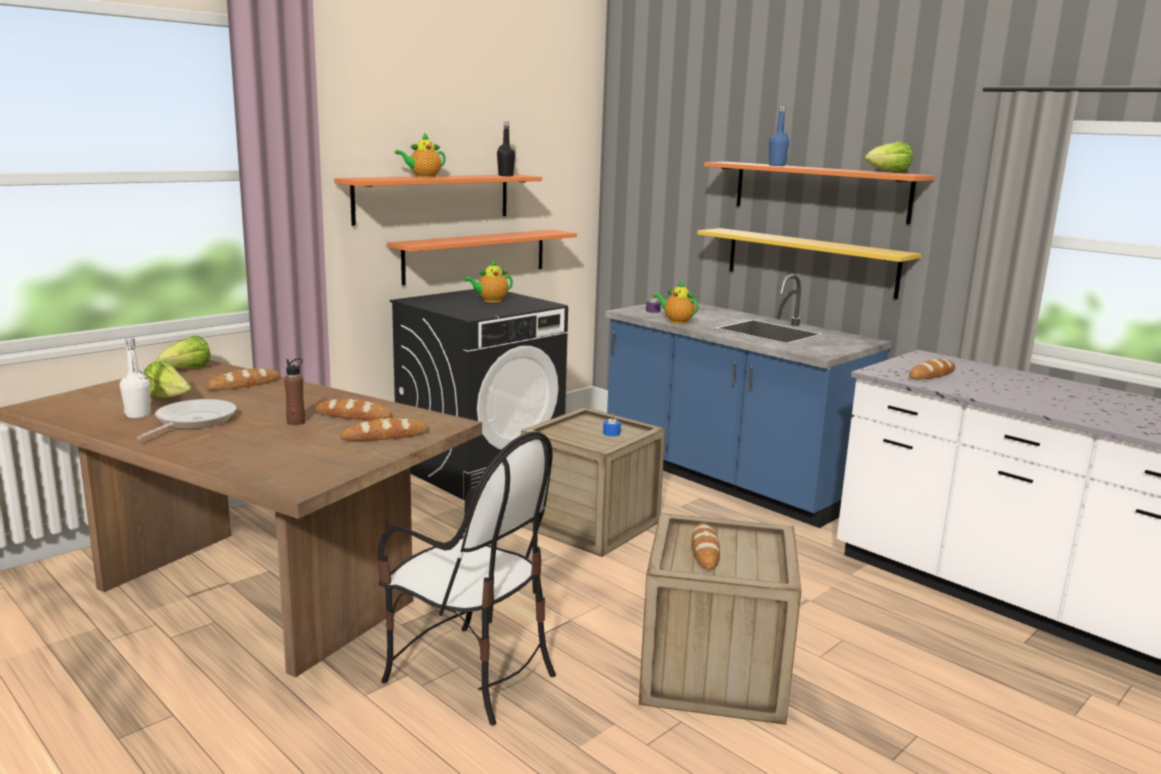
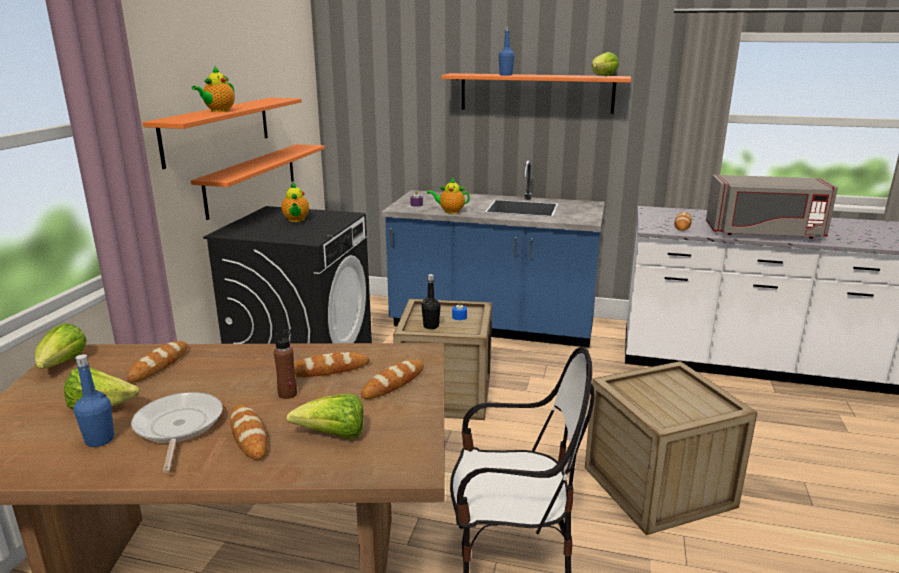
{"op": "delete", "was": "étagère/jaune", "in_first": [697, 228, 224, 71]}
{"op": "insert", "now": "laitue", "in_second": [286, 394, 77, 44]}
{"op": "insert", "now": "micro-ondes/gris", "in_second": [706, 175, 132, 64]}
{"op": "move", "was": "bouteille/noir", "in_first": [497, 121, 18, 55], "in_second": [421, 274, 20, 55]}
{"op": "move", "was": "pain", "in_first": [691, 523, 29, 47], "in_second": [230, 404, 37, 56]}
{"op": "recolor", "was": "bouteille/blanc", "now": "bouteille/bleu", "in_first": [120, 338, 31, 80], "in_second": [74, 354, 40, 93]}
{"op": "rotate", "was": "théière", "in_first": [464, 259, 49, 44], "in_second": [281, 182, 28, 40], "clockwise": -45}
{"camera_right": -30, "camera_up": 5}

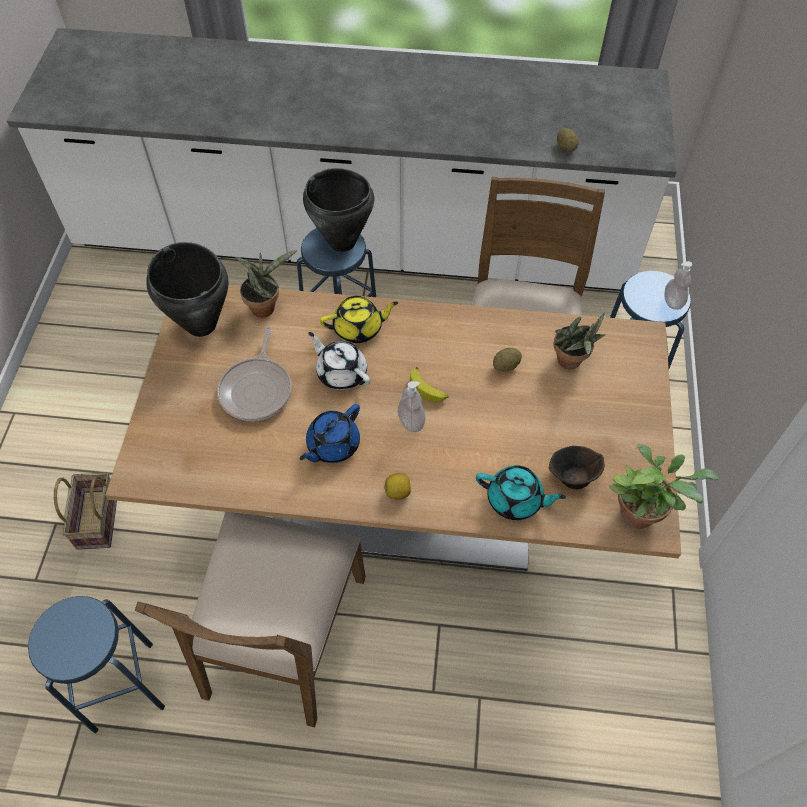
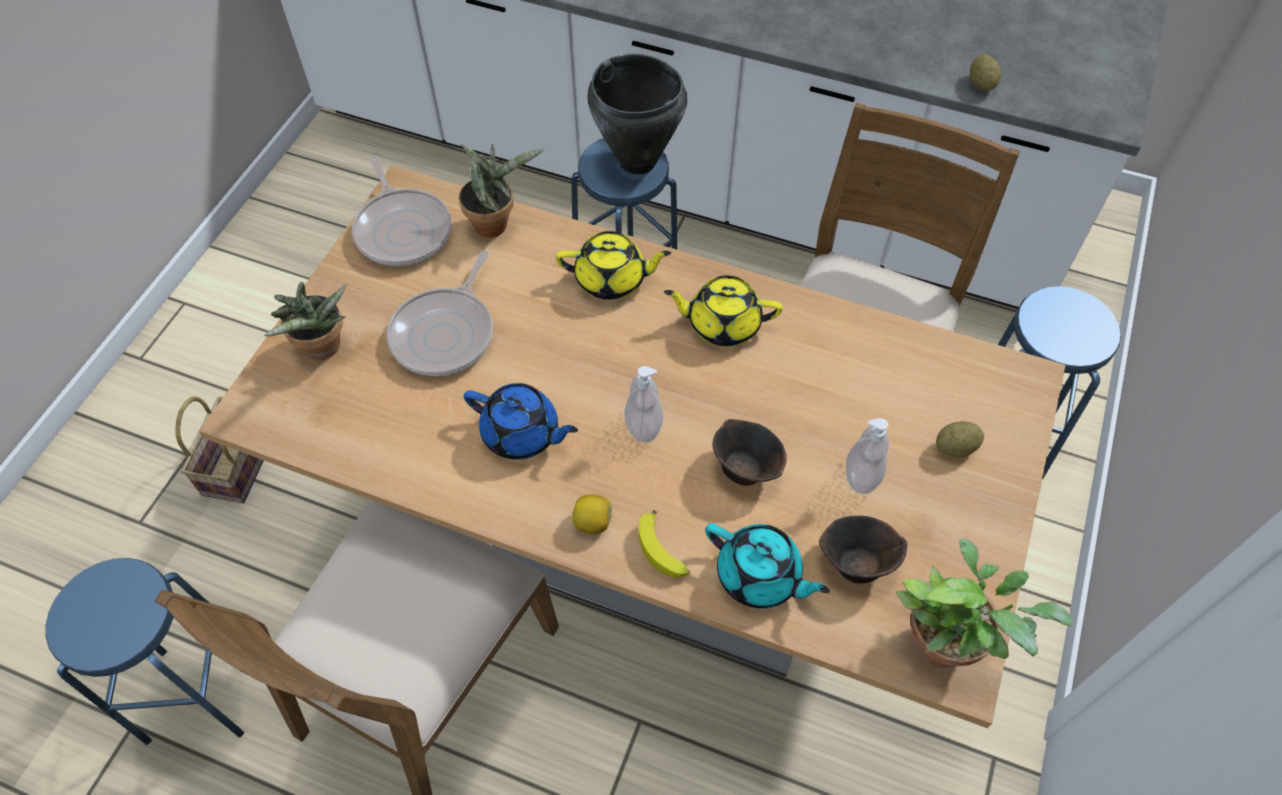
{"op": "delete", "was": "théière/blanc", "in_first": [308, 332, 62, 58]}
{"op": "insert", "now": "théière/jaune", "in_second": [664, 276, 119, 70]}
{"op": "insert", "now": "bol/marron", "in_second": [713, 419, 74, 67]}
{"op": "move", "was": "banane", "in_first": [410, 367, 39, 35], "in_second": [639, 510, 51, 68]}
{"op": "move", "was": "pomme de terre", "in_first": [493, 348, 29, 23], "in_second": [936, 421, 48, 36]}
{"op": "move", "was": "plante en pot", "in_first": [553, 313, 53, 56], "in_second": [263, 282, 83, 77]}
{"op": "move", "was": "distributeur de savon", "in_first": [664, 261, 28, 49], "in_second": [846, 418, 43, 76]}
{"op": "replace", "was": "marmite/noir", "now": "poêle", "in_first": [146, 242, 83, 95], "in_second": [352, 156, 99, 110]}
{"op": "rotate", "was": "théière/bleu", "in_first": [299, 404, 61, 59], "in_second": [464, 383, 114, 77], "clockwise": -120}
{"camera_right": 15, "camera_up": 0}

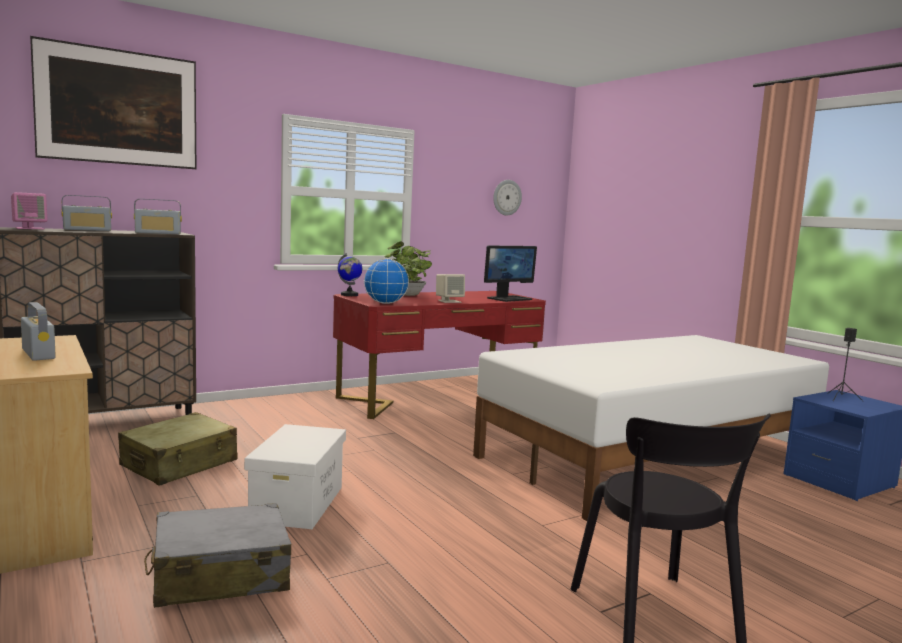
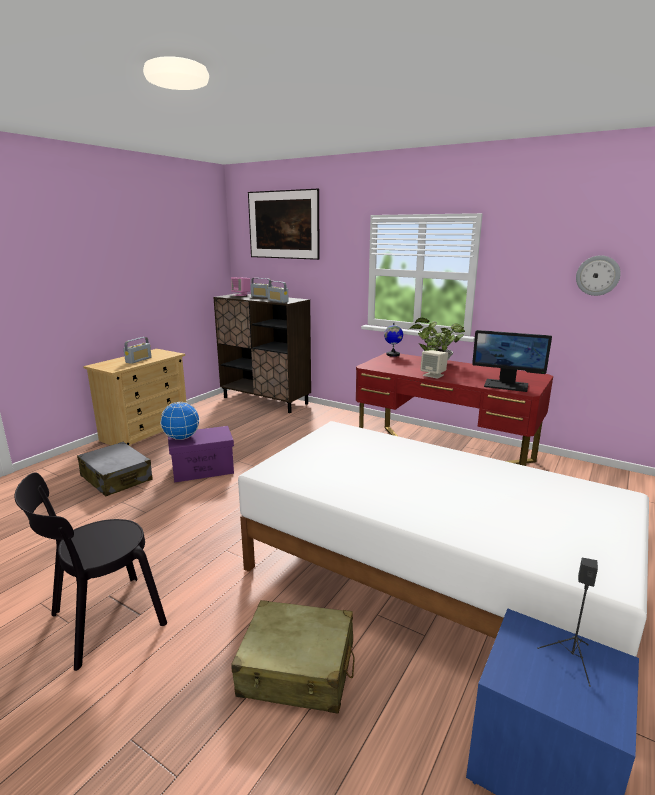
{"op": "move", "was": "valise/beige", "in_first": [118, 412, 119, 74], "in_second": [231, 600, 124, 114]}
{"op": "move", "was": "globe", "in_first": [364, 259, 45, 45], "in_second": [160, 402, 40, 38]}
{"op": "recolor", "was": "boîte de rangement/blanc", "now": "boîte de rangement/violet", "in_first": [244, 424, 102, 105], "in_second": [168, 426, 66, 56]}
{"camera_right": 65, "camera_up": 10}

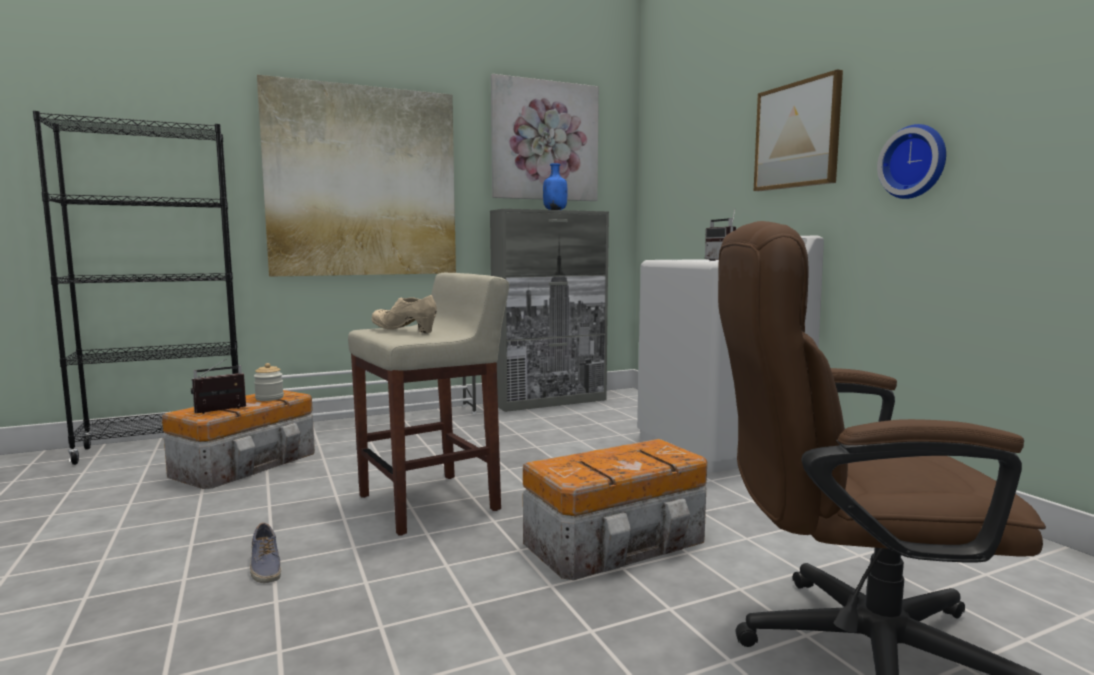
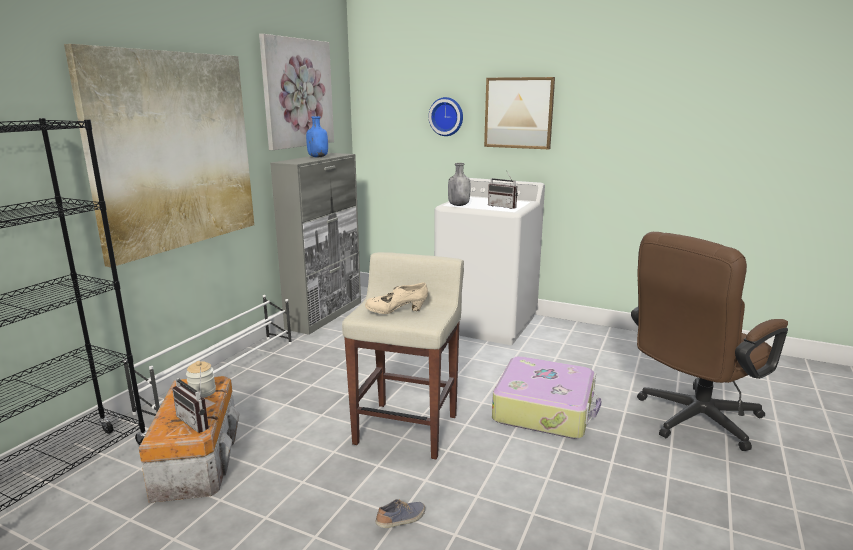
{"op": "insert", "now": "bouteille/gris", "in_second": [448, 163, 22, 43]}
{"op": "move", "was": "horloge murale", "in_first": [877, 124, 69, 75], "in_second": [429, 97, 34, 39]}
{"op": "replace", "was": "boîte de rangement", "now": "valise", "in_first": [523, 439, 184, 141], "in_second": [492, 356, 110, 83]}
{"op": "rotate", "was": "radio", "in_first": [191, 358, 55, 56], "in_second": [172, 367, 37, 66], "clockwise": -60}
{"op": "rotate", "was": "chaussure", "in_first": [250, 523, 31, 60], "in_second": [375, 499, 50, 29], "clockwise": -60}
{"camera_right": -40, "camera_up": 10}

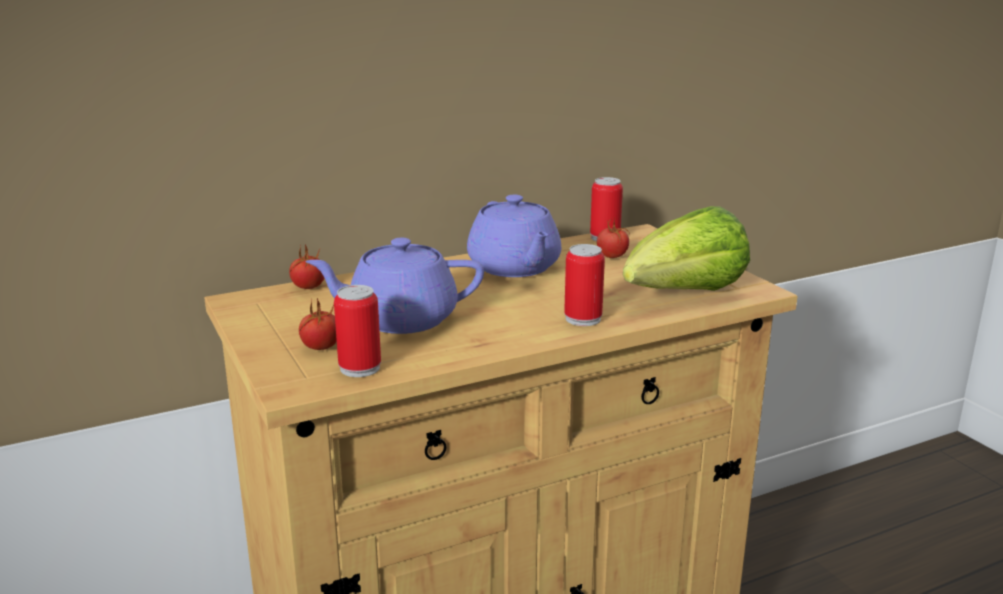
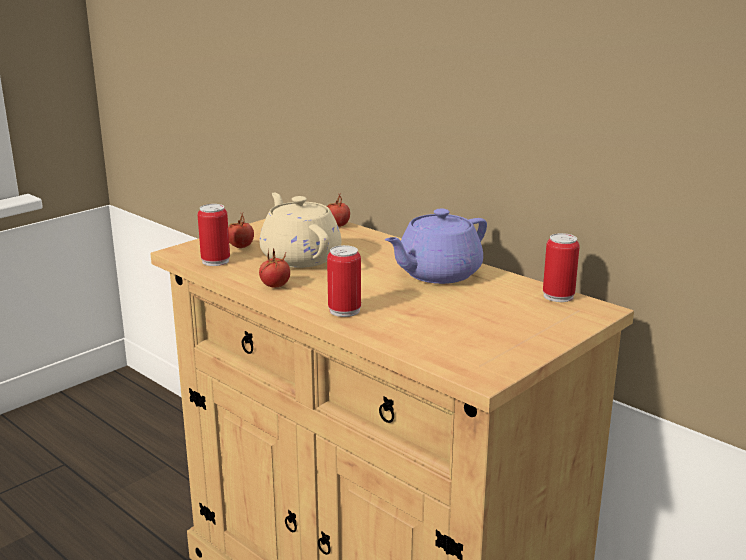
{"op": "delete", "was": "laitue", "in_first": [623, 206, 127, 85]}
{"op": "move", "was": "tomate", "in_first": [597, 218, 33, 40], "in_second": [259, 248, 31, 39]}
{"op": "recolor", "was": "théière/violet", "now": "théière/beige", "in_first": [305, 238, 179, 96], "in_second": [259, 193, 83, 75]}
{"camera_right": 70, "camera_up": 0}

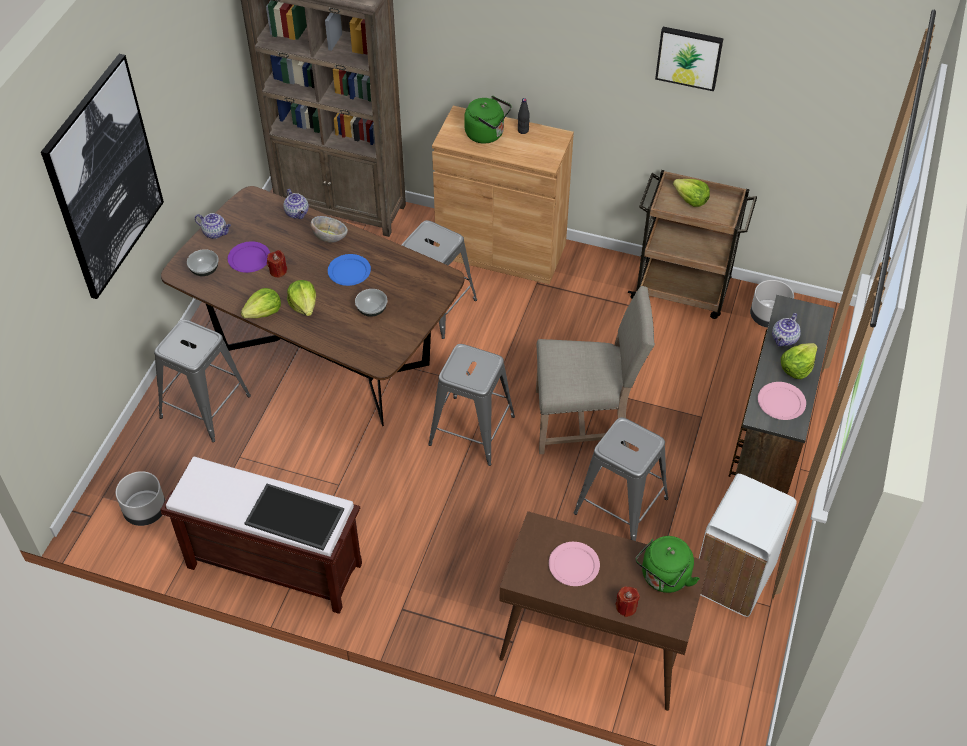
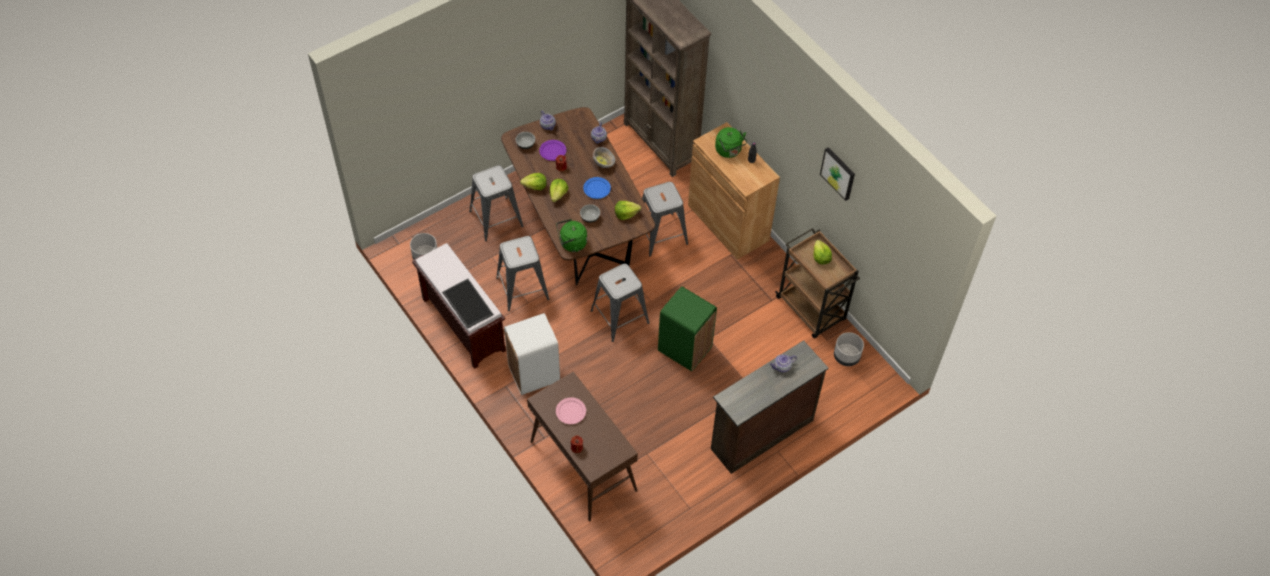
{"op": "delete", "was": "tableau", "in_first": [41, 54, 123, 245]}
{"op": "delete", "was": "assiette/rose", "in_first": [758, 382, 48, 38]}
{"op": "move", "was": "tabouret/gris", "in_first": [574, 417, 94, 124], "in_second": [496, 236, 53, 75]}
{"op": "move", "was": "bouilloire/vert", "in_first": [636, 536, 64, 57], "in_second": [556, 219, 31, 33]}
{"op": "move", "was": "poubelle/blanc", "in_first": [699, 474, 98, 143], "in_second": [504, 313, 56, 82]}
{"op": "move", "was": "laitue", "in_first": [781, 343, 37, 36], "in_second": [615, 201, 26, 19]}
{"op": "replace", "was": "chaise/beige", "now": "poubelle/vert", "in_first": [536, 286, 119, 168], "in_second": [658, 286, 59, 85]}
{"camera_right": 35, "camera_up": 5}

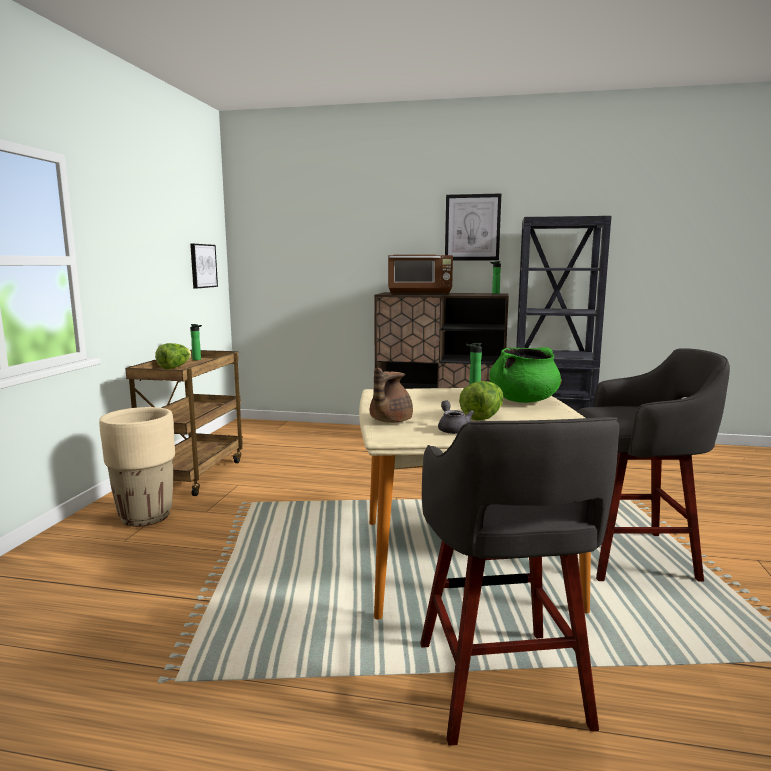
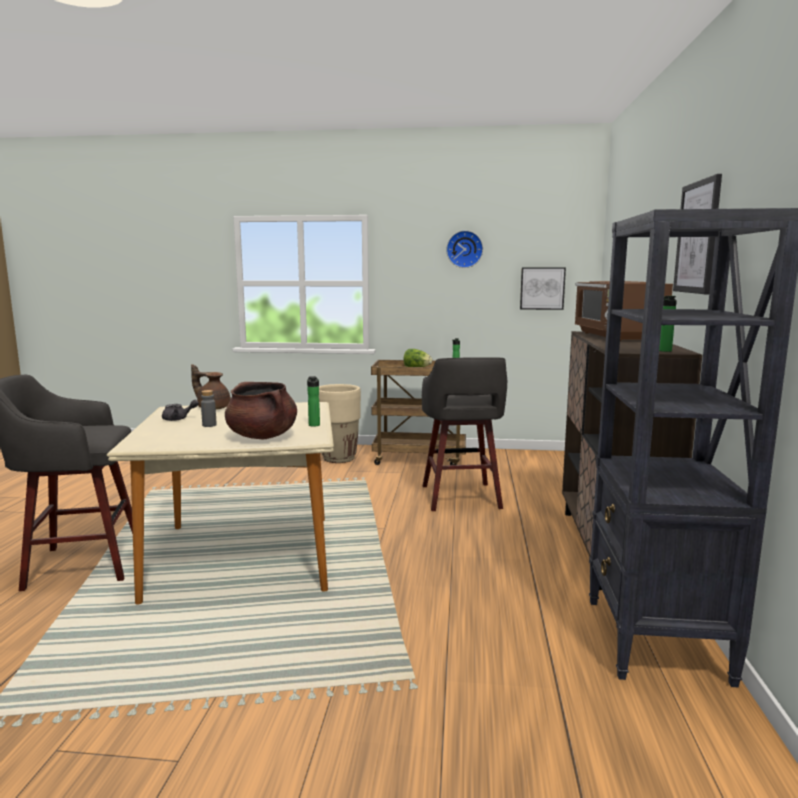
{"op": "insert", "now": "horloge murale", "in_second": [446, 230, 37, 38]}
{"op": "move", "was": "tabouret/gris", "in_first": [577, 348, 153, 233], "in_second": [422, 357, 85, 154]}
{"op": "replace", "was": "laitue", "now": "bouteille/gris", "in_first": [459, 381, 45, 40], "in_second": [201, 390, 16, 37]}
{"op": "recolor", "was": "marmite/vert", "now": "marmite/marron", "in_first": [489, 347, 72, 56], "in_second": [225, 382, 72, 58]}
{"camera_right": 85, "camera_up": 0}

